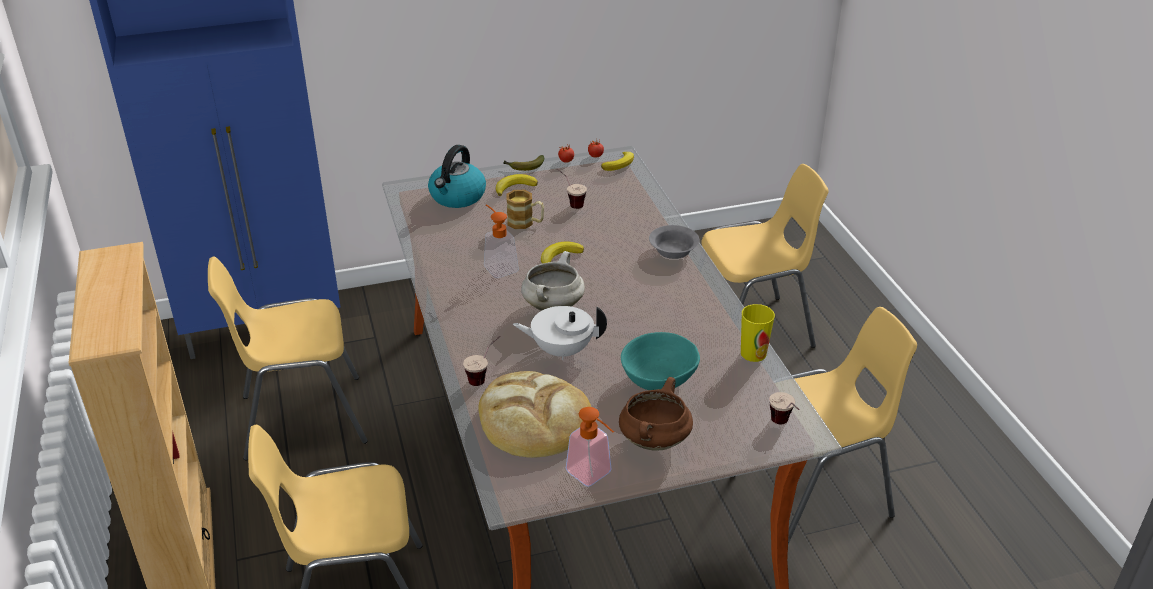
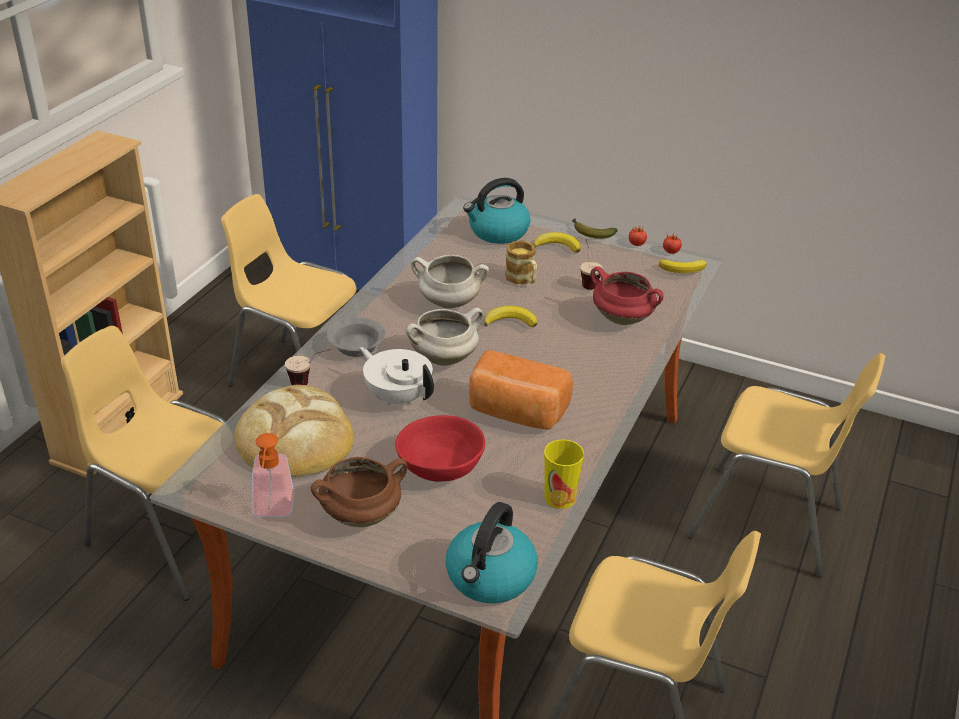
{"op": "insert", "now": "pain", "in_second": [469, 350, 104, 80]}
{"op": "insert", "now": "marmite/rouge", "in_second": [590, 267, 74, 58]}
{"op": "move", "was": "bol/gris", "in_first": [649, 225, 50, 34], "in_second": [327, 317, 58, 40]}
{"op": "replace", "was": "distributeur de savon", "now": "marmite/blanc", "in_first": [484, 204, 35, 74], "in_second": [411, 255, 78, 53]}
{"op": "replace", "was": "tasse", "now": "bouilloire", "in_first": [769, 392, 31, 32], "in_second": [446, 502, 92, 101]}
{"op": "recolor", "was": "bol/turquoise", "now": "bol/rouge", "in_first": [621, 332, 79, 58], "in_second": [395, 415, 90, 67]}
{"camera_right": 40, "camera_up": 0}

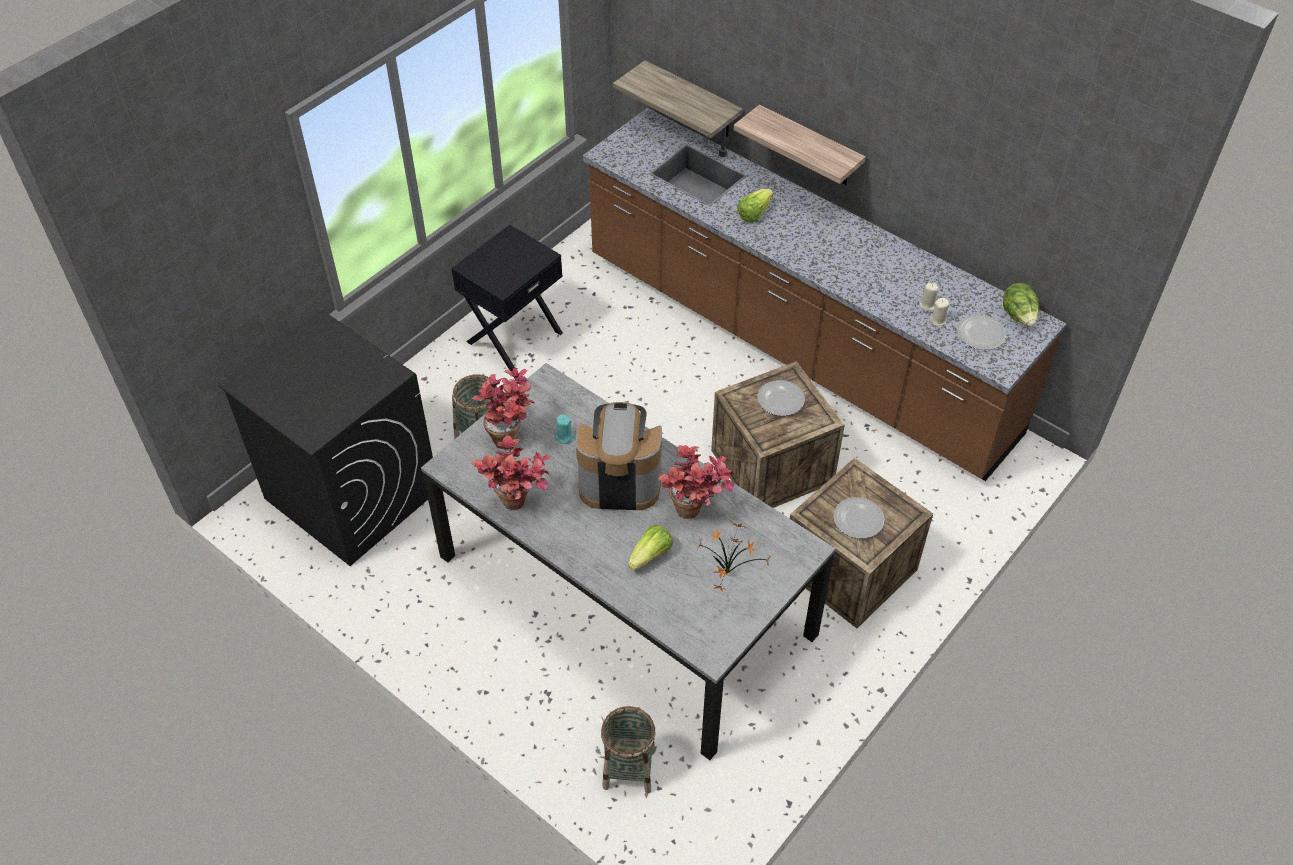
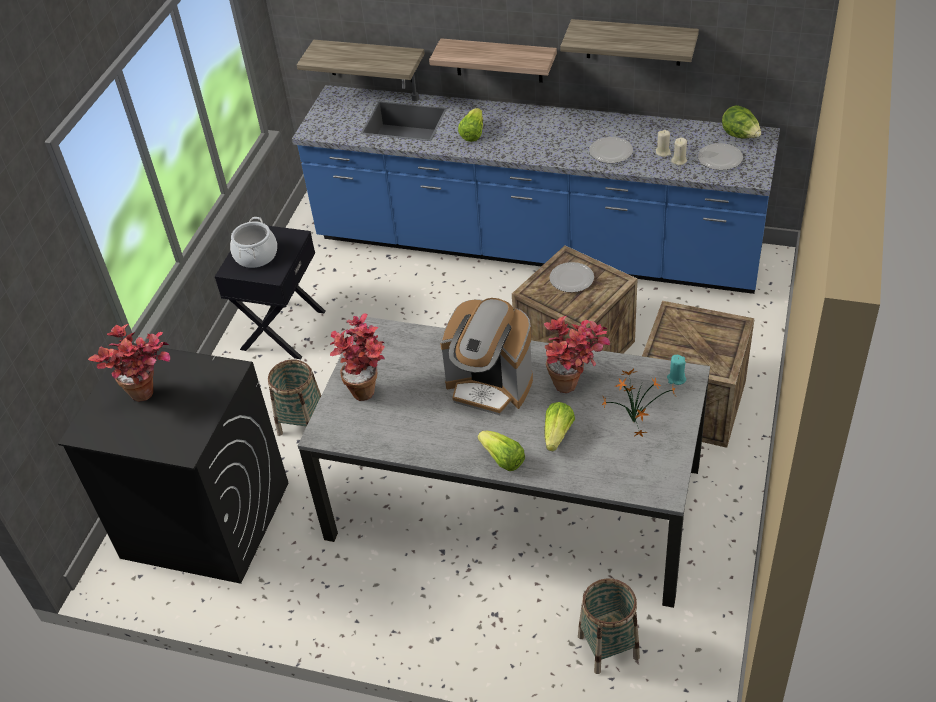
{"op": "insert", "now": "marmite", "in_second": [230, 217, 47, 51]}
{"op": "insert", "now": "laitue", "in_second": [478, 431, 47, 40]}
{"op": "insert", "now": "étagère", "in_second": [560, 19, 139, 47]}
{"op": "move", "was": "plante en pot", "in_first": [471, 435, 79, 75], "in_second": [88, 324, 82, 78]}
{"op": "move", "was": "bougie/turquoise", "in_first": [554, 414, 20, 30], "in_second": [667, 355, 19, 30]}
{"op": "move", "was": "assiette", "in_first": [833, 497, 52, 42], "in_second": [589, 137, 44, 26]}
{"op": "recolor", "was": "comptoir de cuisine/marron", "now": "comptoir de cuisine/bleu", "in_first": [583, 108, 484, 373], "in_second": [292, 75, 488, 219]}
{"op": "rotate", "was": "machine à café", "in_first": [576, 402, 86, 108], "in_second": [440, 298, 93, 117], "clockwise": -135}
{"camera_right": -20, "camera_up": -5}

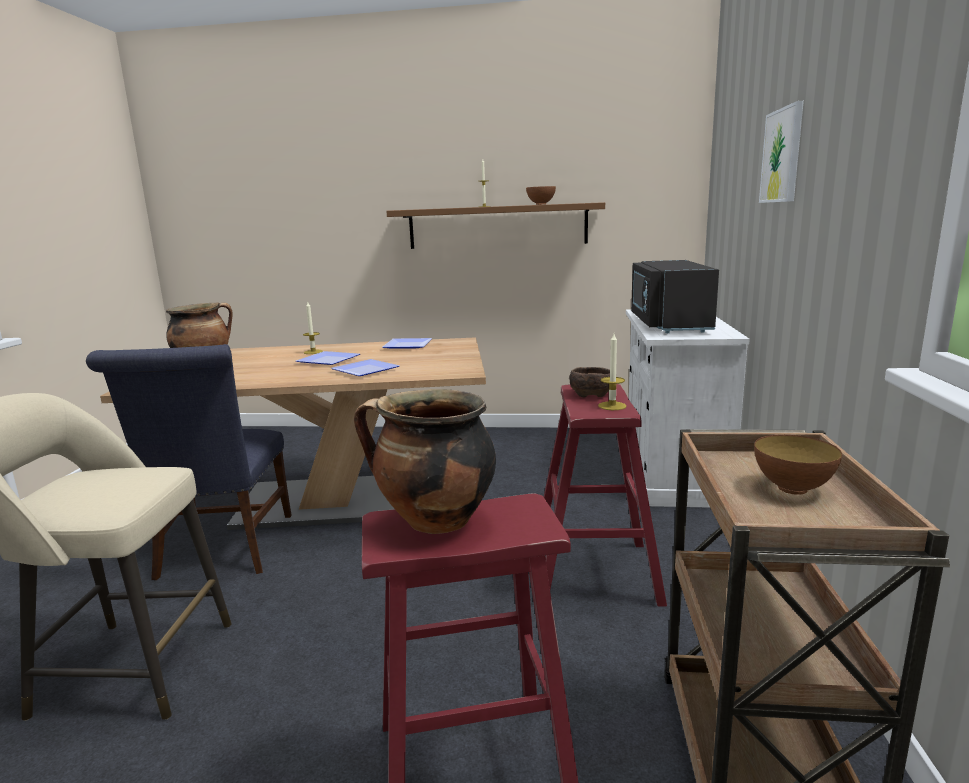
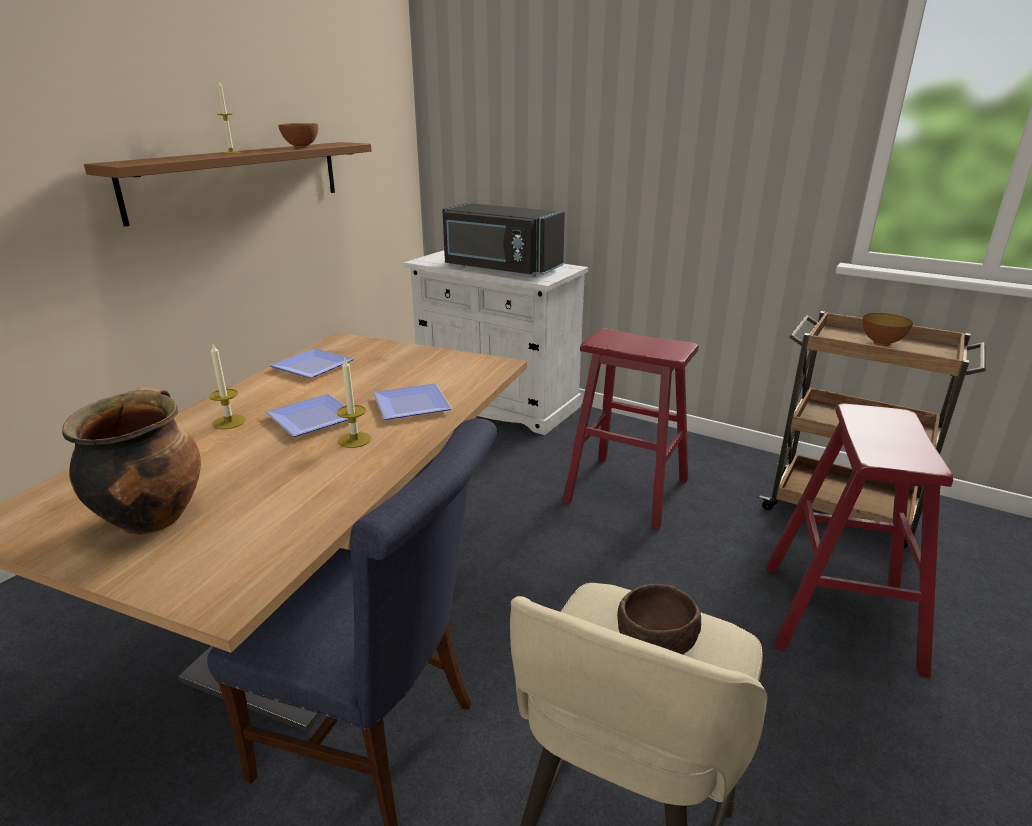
{"op": "delete", "was": "marmite", "in_first": [354, 389, 142, 145]}
{"op": "delete", "was": "tableau", "in_first": [759, 101, 45, 102]}
{"op": "move", "was": "bol/marron", "in_first": [569, 367, 41, 31], "in_second": [617, 584, 84, 71]}
{"op": "move", "was": "bougie", "in_first": [598, 334, 29, 76], "in_second": [337, 359, 34, 89]}
{"camera_right": -65, "camera_up": 10}

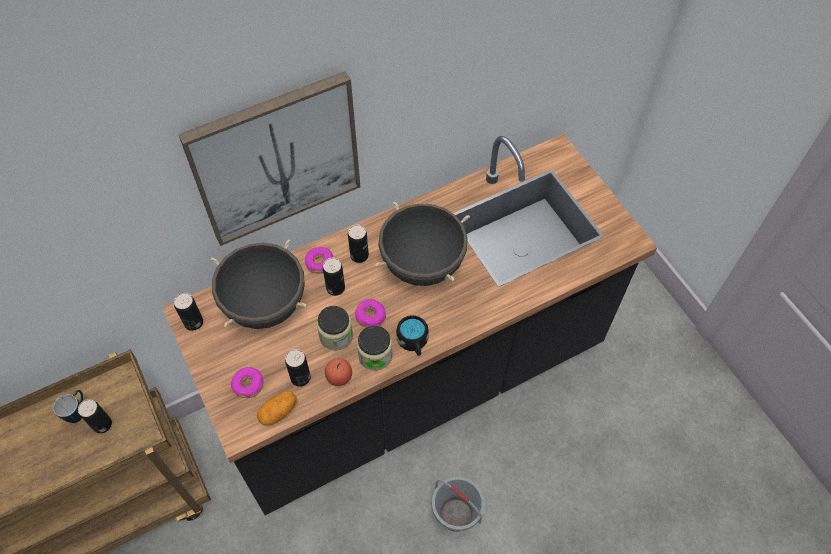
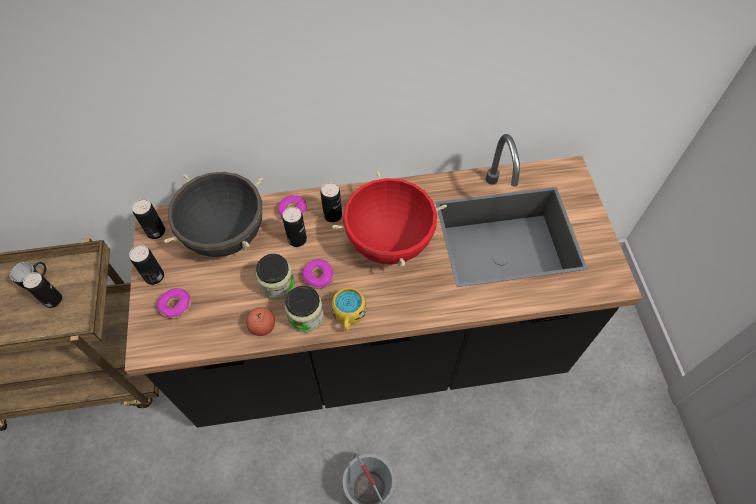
{"op": "delete", "was": "tableau", "in_first": [178, 71, 182, 175]}
{"op": "delete", "was": "pomme de terre", "in_first": [257, 391, 39, 34]}
{"op": "move", "was": "boîte métallique", "in_first": [285, 349, 26, 38], "in_second": [129, 245, 35, 40]}
{"op": "recolor", "was": "marmite/noir", "now": "marmite/rouge", "in_first": [375, 202, 95, 84], "in_second": [332, 171, 115, 96]}
{"op": "recolor", "was": "mug/noir", "now": "mug/jaune", "in_first": [396, 315, 33, 41], "in_second": [331, 287, 35, 44]}
{"camera_right": 20, "camera_up": 0}

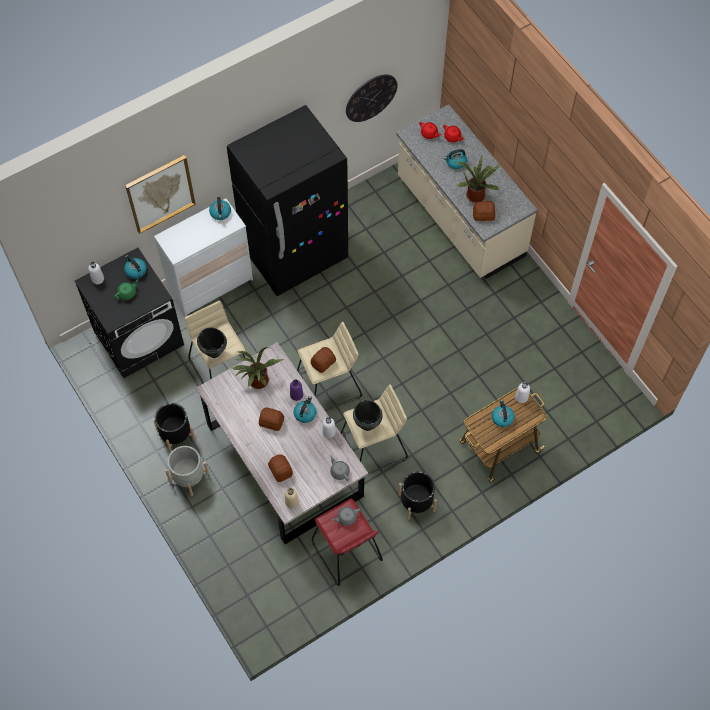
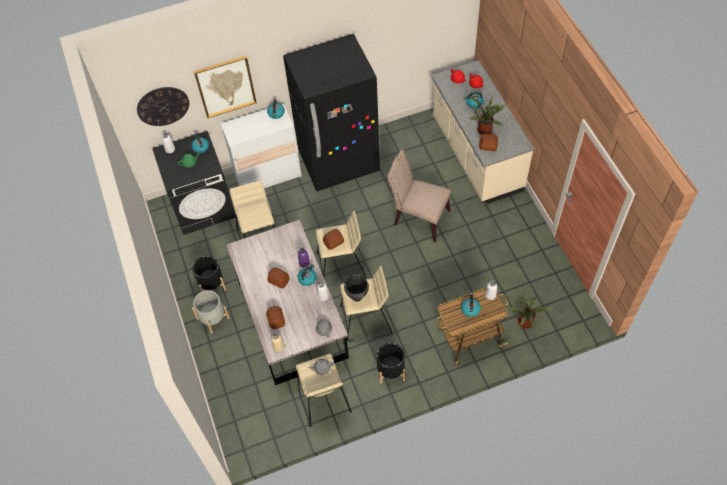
{"op": "delete", "was": "marmite/noir", "in_first": [197, 327, 30, 31]}
{"op": "insert", "now": "chaise/beige", "in_second": [387, 149, 64, 94]}
{"op": "move", "was": "plante en pot", "in_first": [232, 347, 52, 42], "in_second": [508, 296, 45, 33]}
{"op": "move", "was": "horloge murale", "in_first": [346, 74, 52, 48], "in_second": [137, 87, 52, 39]}
{"op": "recolor", "was": "tabouret/rouge", "now": "tabouret/beige", "in_first": [312, 498, 71, 88], "in_second": [296, 354, 56, 73]}
{"camera_right": 15, "camera_up": -5}

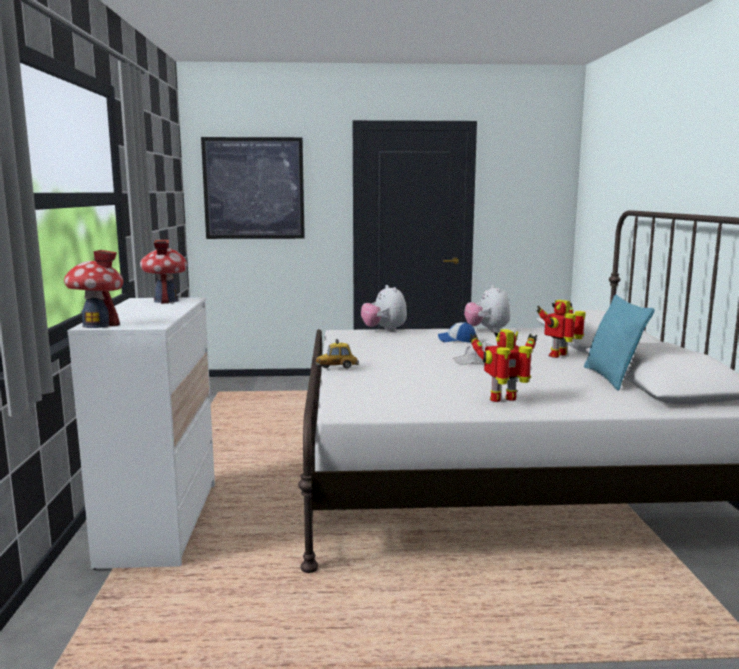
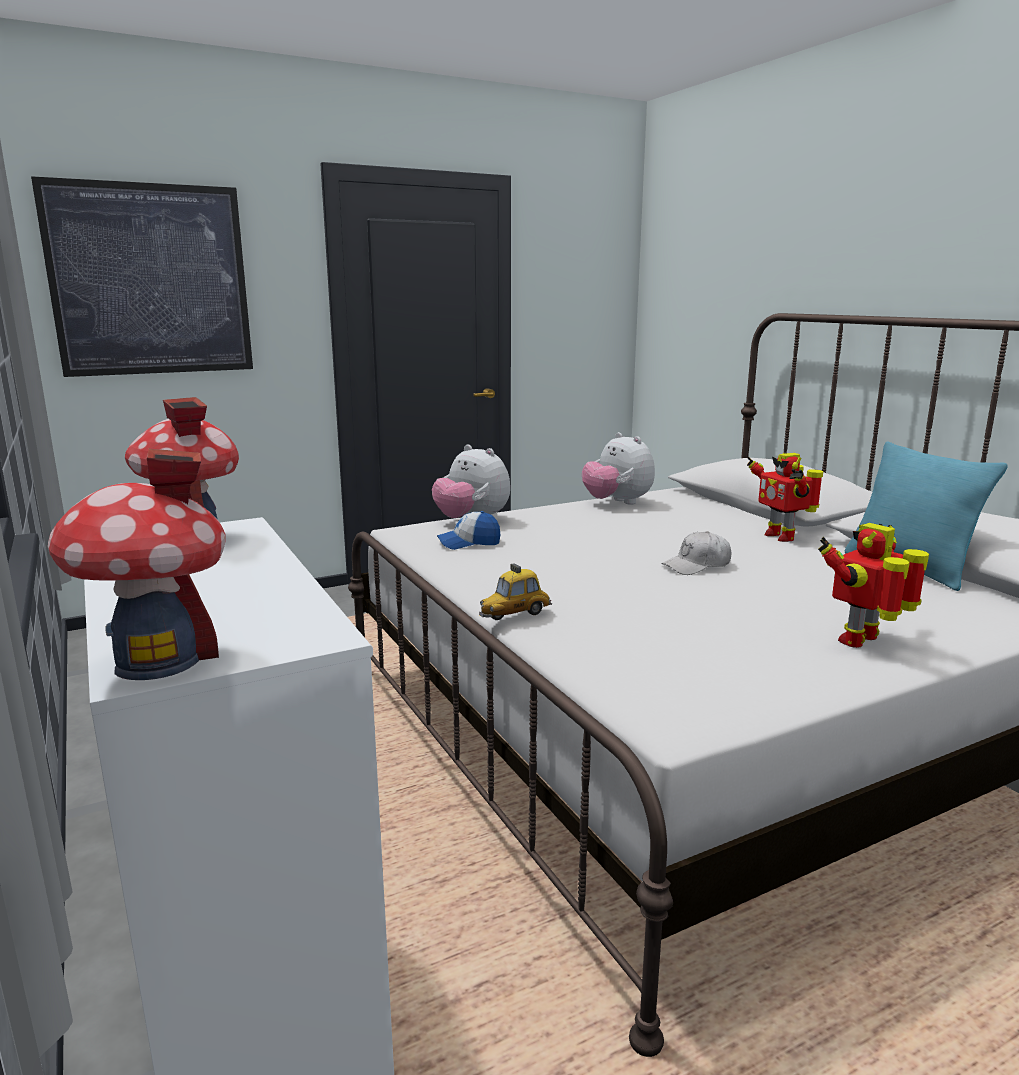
{"op": "move", "was": "casquette", "in_first": [438, 322, 38, 21], "in_second": [437, 511, 63, 39]}
{"op": "rotate", "was": "robot jouet", "in_first": [537, 300, 49, 58], "in_second": [747, 453, 76, 89], "clockwise": -45}
{"camera_right": -25, "camera_up": 5}

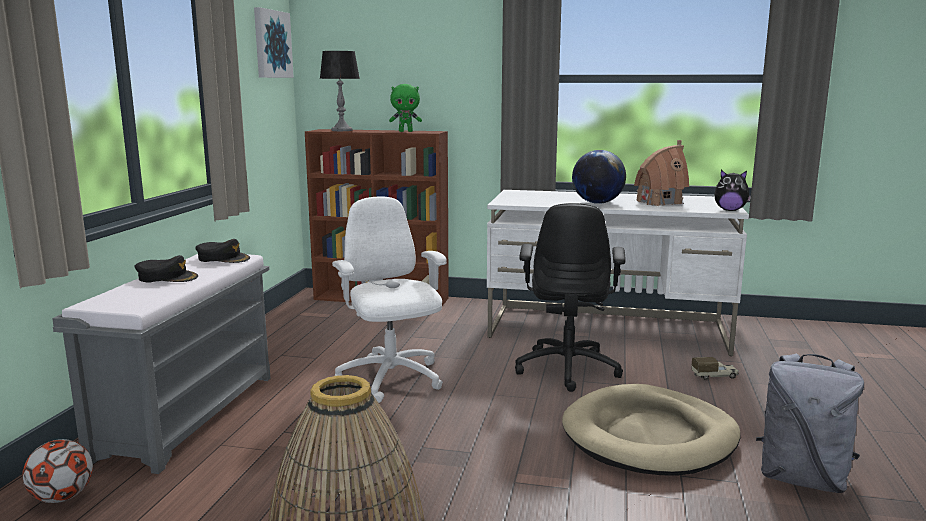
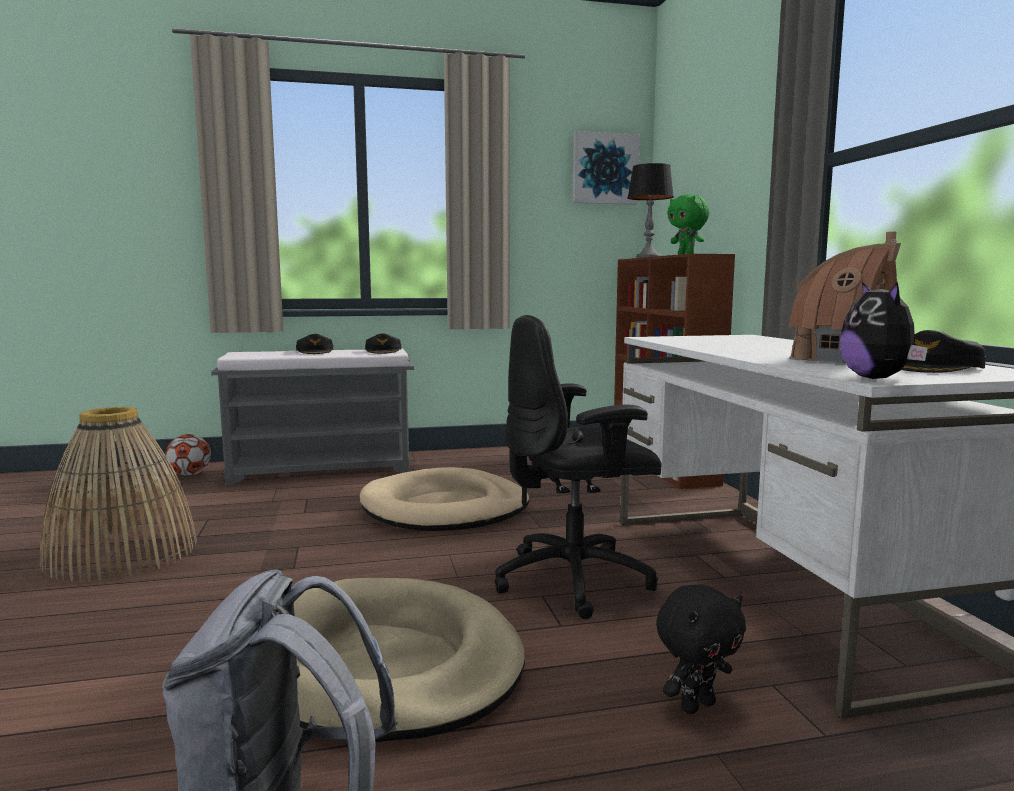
{"op": "delete", "was": "globe", "in_first": [572, 150, 54, 54]}
{"op": "insert", "now": "casquette/noir", "in_second": [902, 330, 84, 43]}
{"op": "replace", "was": "chaise de bureau/blanc", "now": "panier pour chien/beige", "in_first": [332, 196, 115, 207], "in_second": [360, 467, 170, 64]}
{"op": "replace", "was": "camion jouet", "now": "peluche/noir", "in_first": [691, 357, 48, 23], "in_second": [656, 585, 90, 129]}
{"camera_right": 65, "camera_up": -5}

